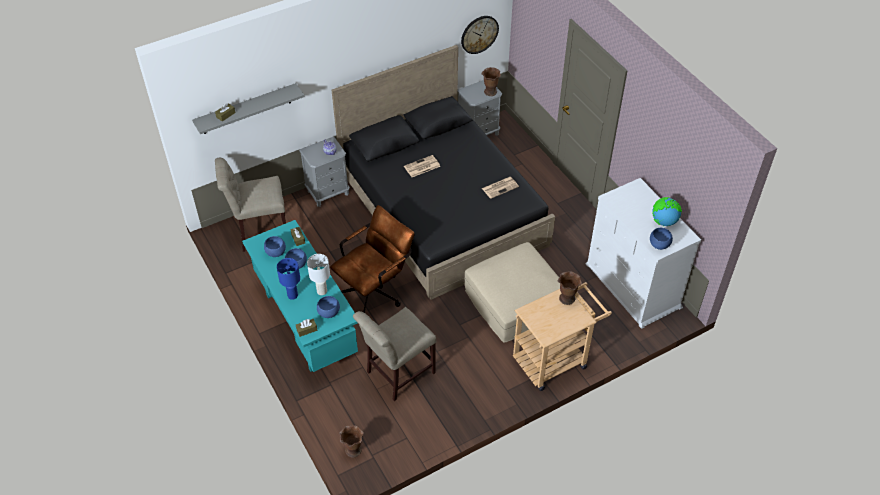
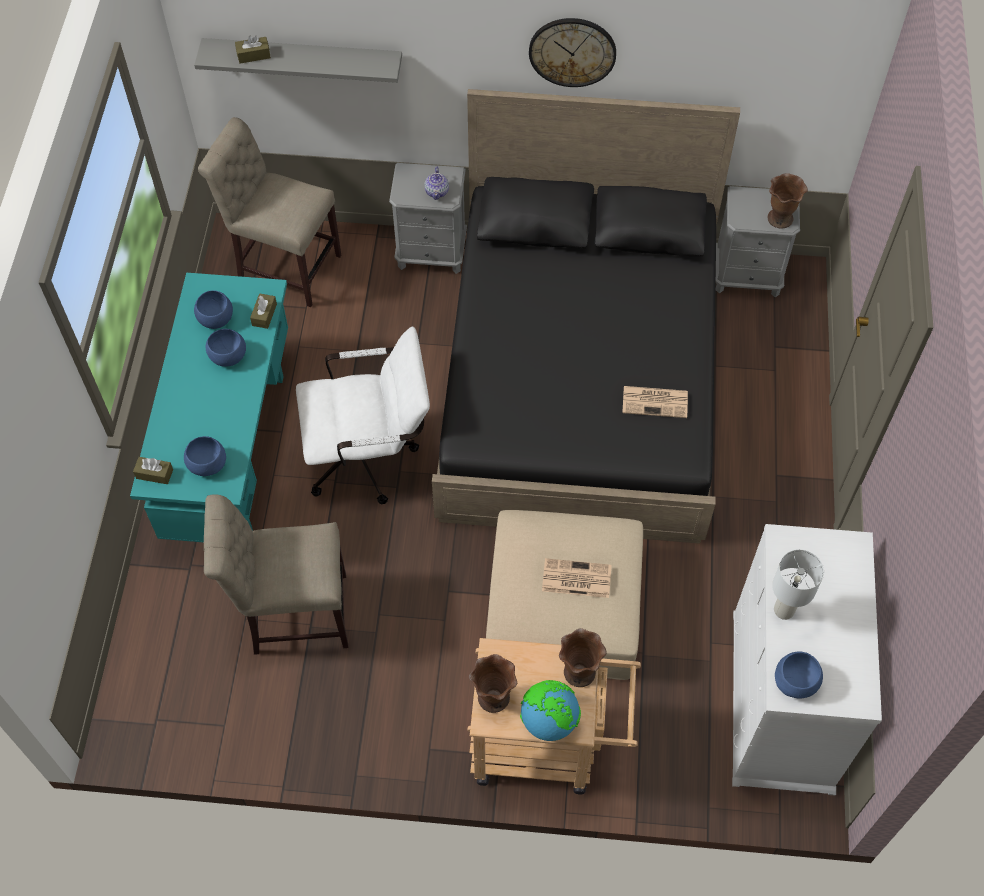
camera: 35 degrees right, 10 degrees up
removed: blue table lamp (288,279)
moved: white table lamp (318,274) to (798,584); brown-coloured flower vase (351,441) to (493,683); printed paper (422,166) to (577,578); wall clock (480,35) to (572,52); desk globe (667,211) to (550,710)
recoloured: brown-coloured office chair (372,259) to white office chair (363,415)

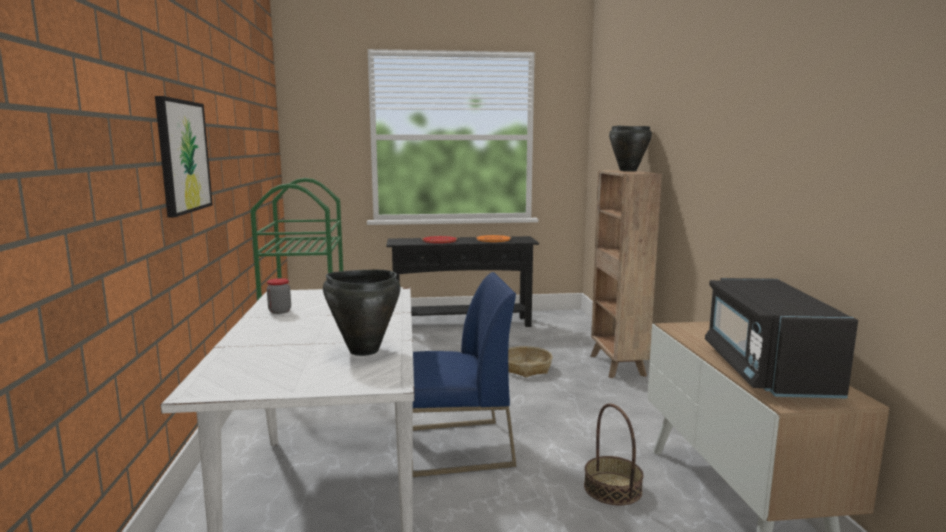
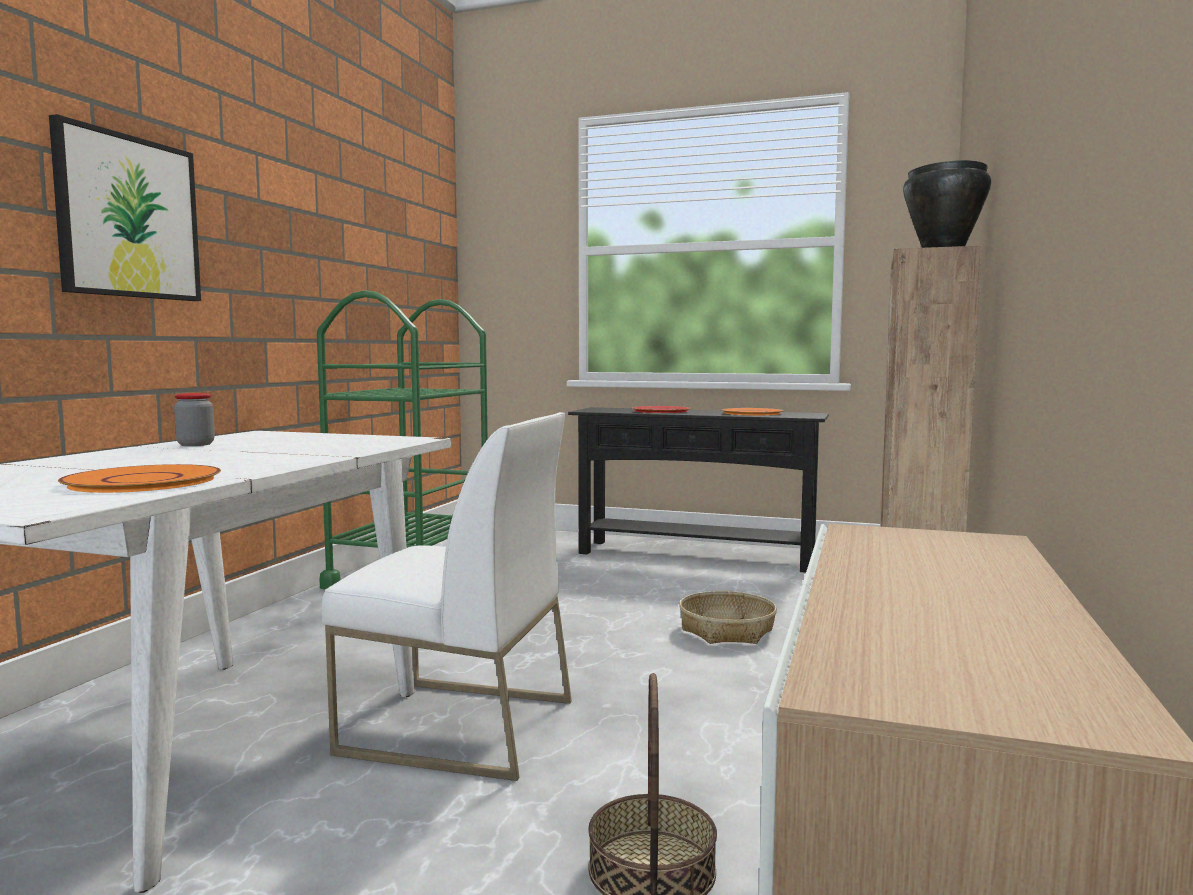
camera: 25 degrees right, 5 degrees down
removed: black-coloured microwave oven (781,338)
replaced: black-coloured stockpot (362,313) to orange-coloured flat dish (139,478)
recoloured: blue chair (464,374) to white chair (447,596)

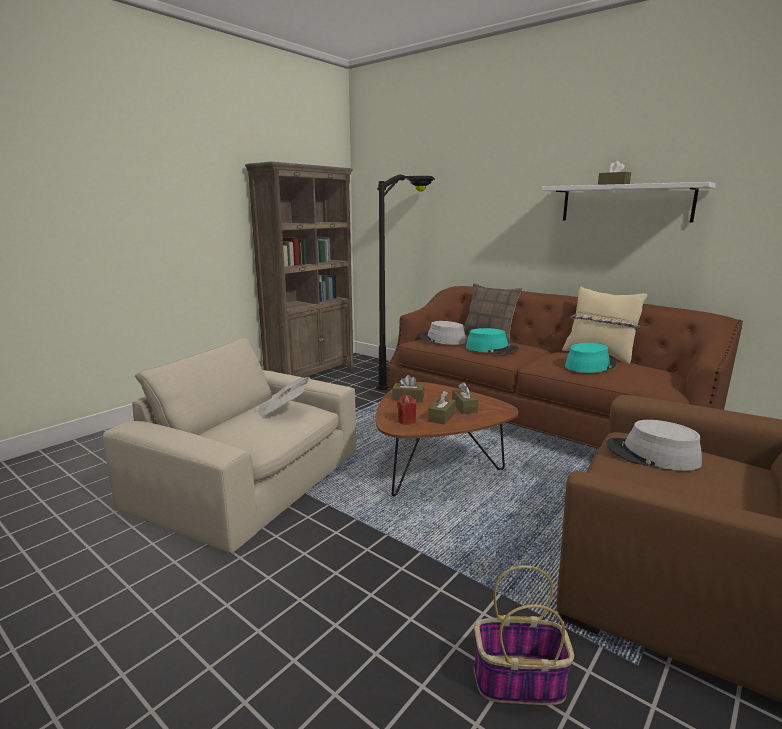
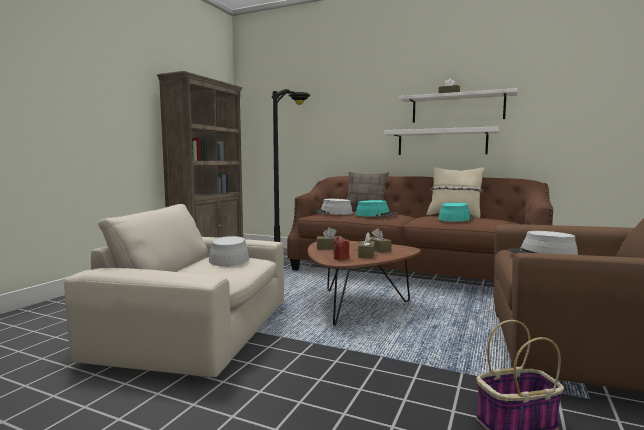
camera: 15 degrees left, 10 degrees down
added: white bracket shelf (441,140)
replaced: printed paper (283,396) to grey hat (229,251)

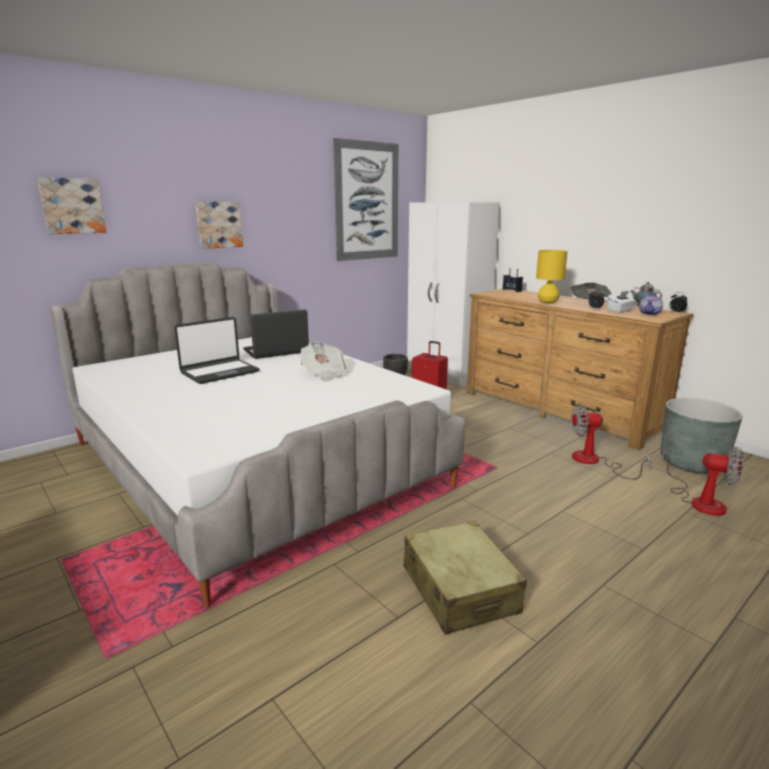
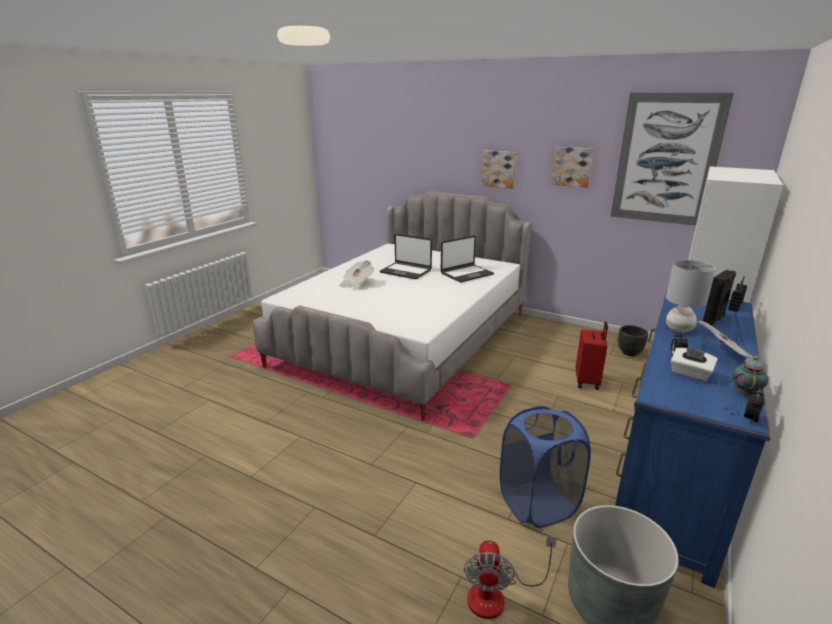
camera: 70 degrees right, 5 degrees up
removed: beige-coloured piece of luggage (465,578); tea pot (651,304)
added: black-coloured loudspeaker (719,297)
moved: picture (71,205) to (572,167); printed paper (323,362) to (356,274)
replaced: cooling fan (611,442) to blue laundry basket (545,467)
recoloured: brown-coloured chest of drawers (580,369) to blue chest of drawers (693,439); yellow table lamp (552,276) to grey table lamp (691,296)
turned: laptop (276,334) = (467,259) 105 degrees clockwise

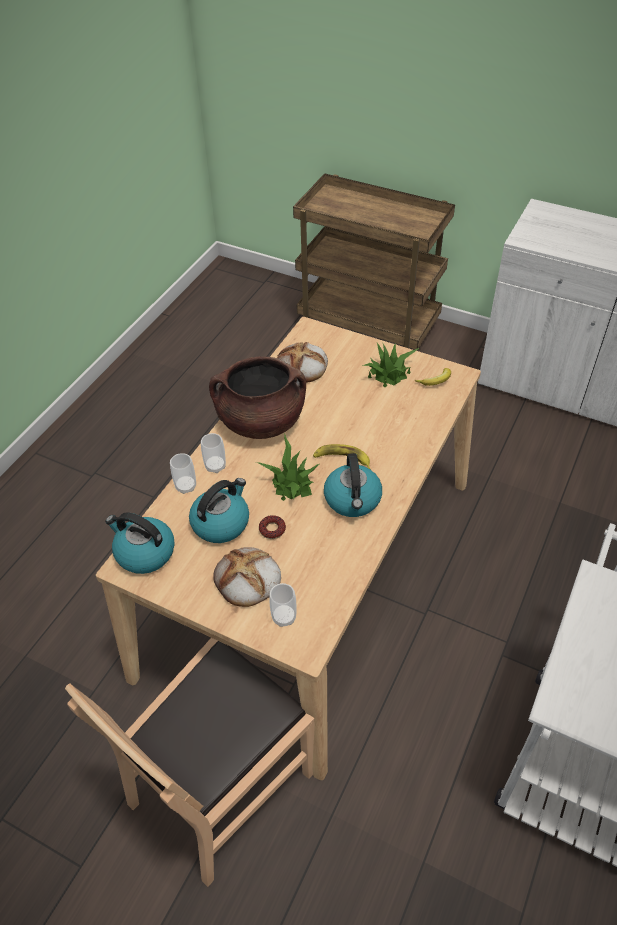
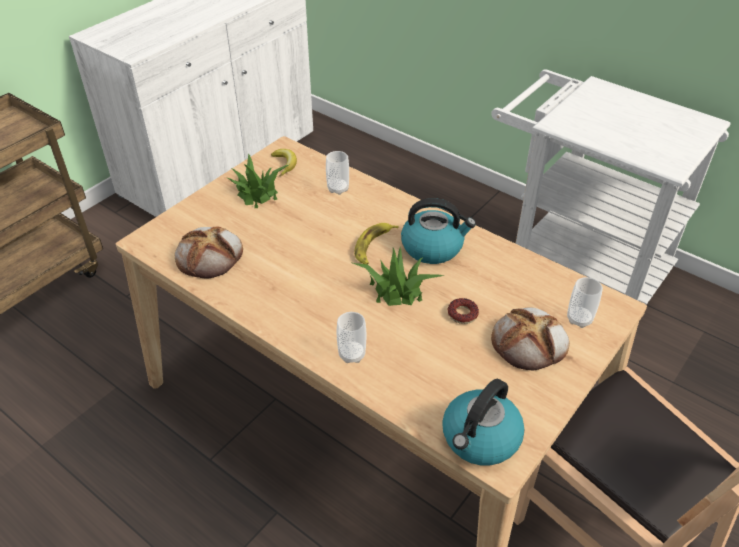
camera: 80 degrees left, 5 degrees down
removed: tea kettle (219,510); brown-coloured stockpot (257,398)
moved: drinking cup (183,473) to (337,173)

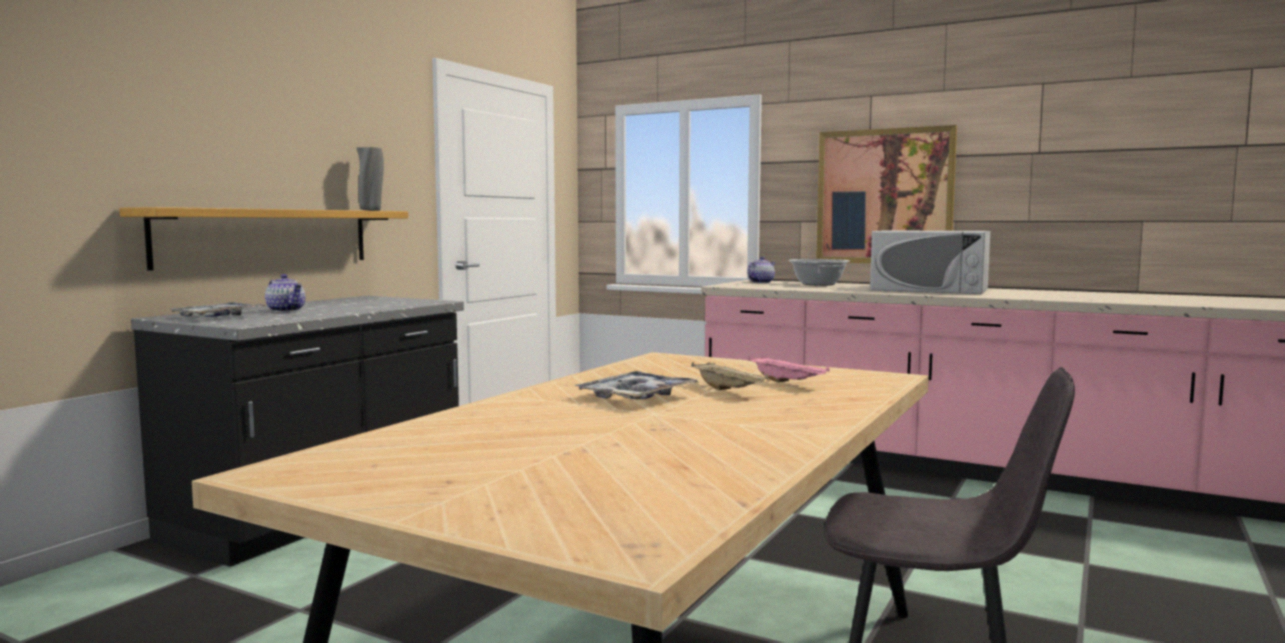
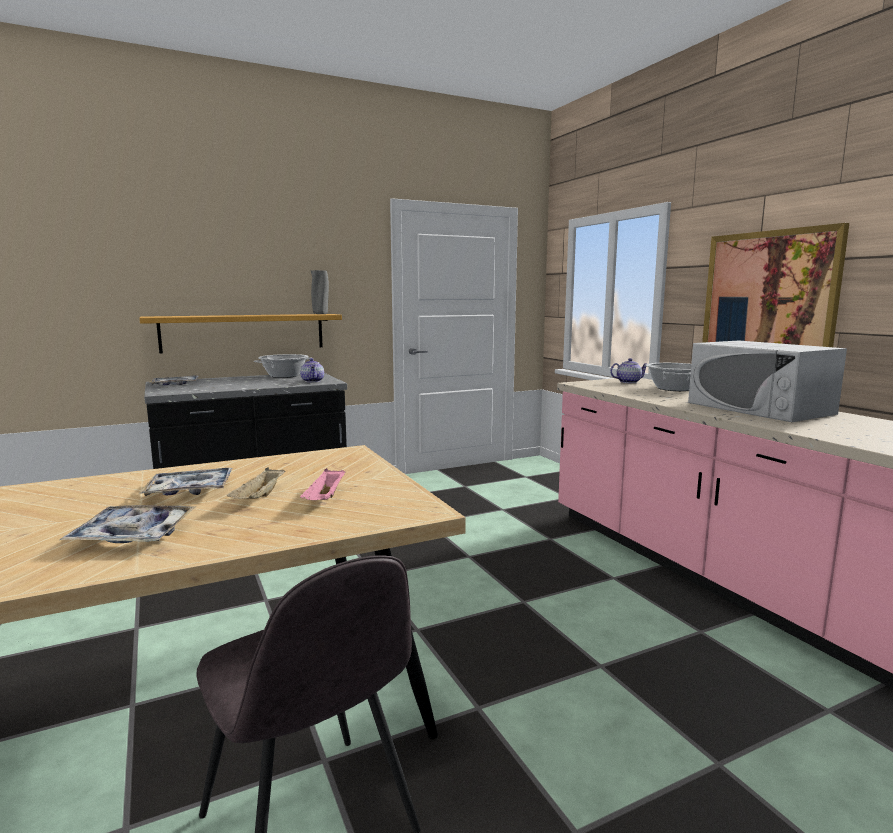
camera: 35 degrees right, 5 degrees up
added: tray (128,524); stockpot (282,366)
moved: tea pot (285,293) to (312,370)

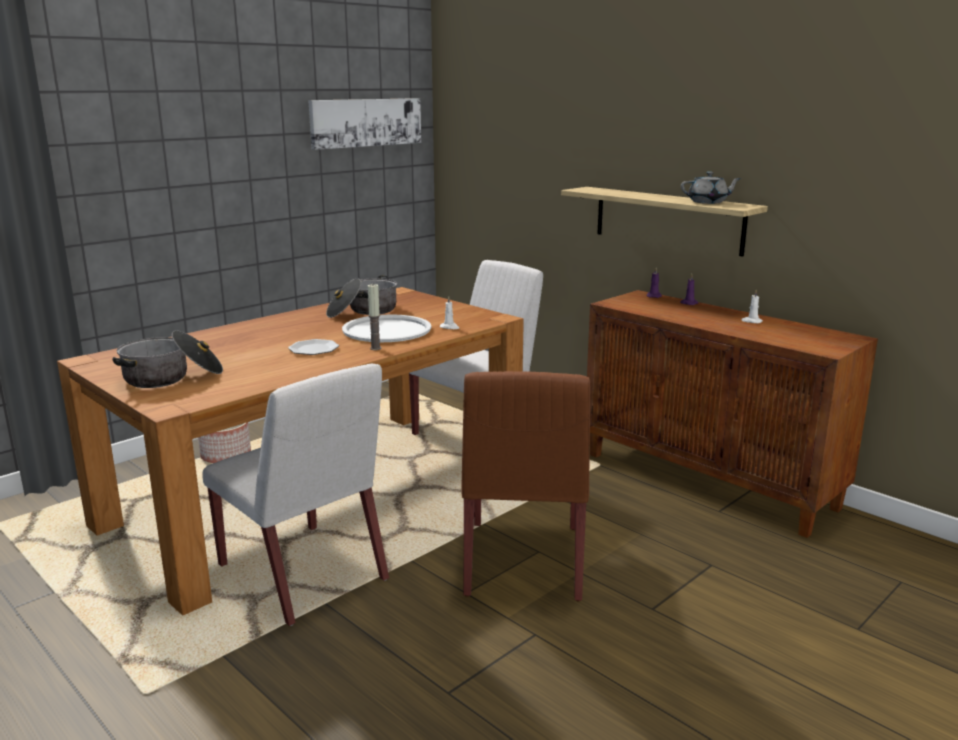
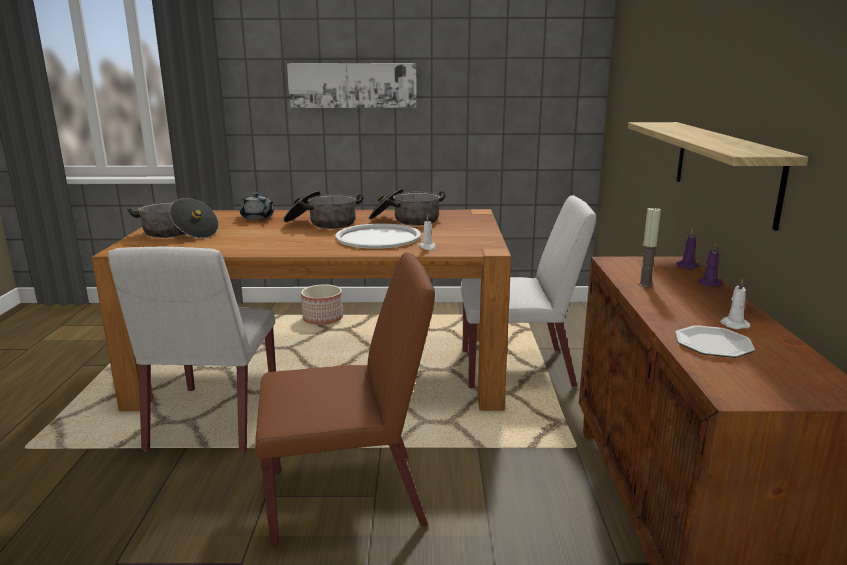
camera: 45 degrees right, 0 degrees up
added: stockpot (323,210)
moved: flat dish (313,347) to (715,341); picture (364,124) to (352,85); wax candle (374,317) to (649,247); grey tea pot (711,188) to (257,206)
turned: brown-coloured chair (525,486) = (345,399) 150 degrees counterclockwise

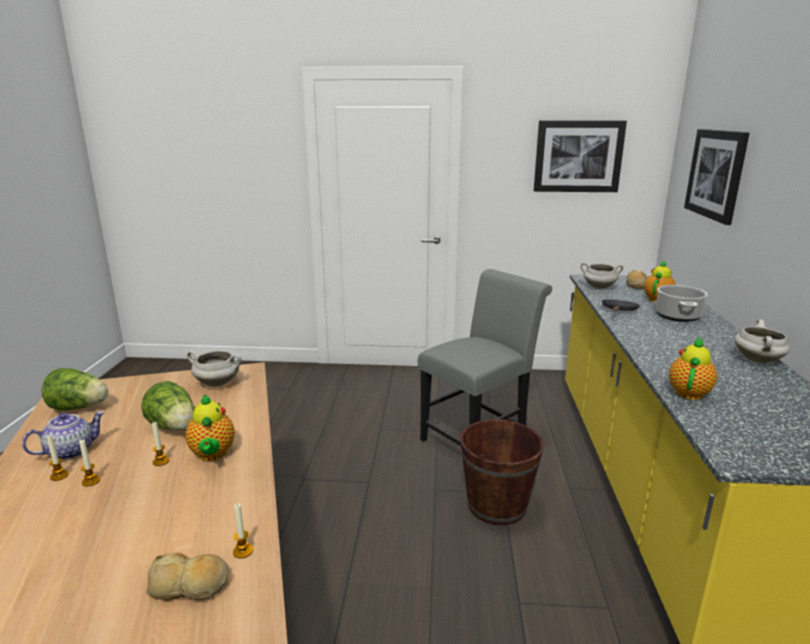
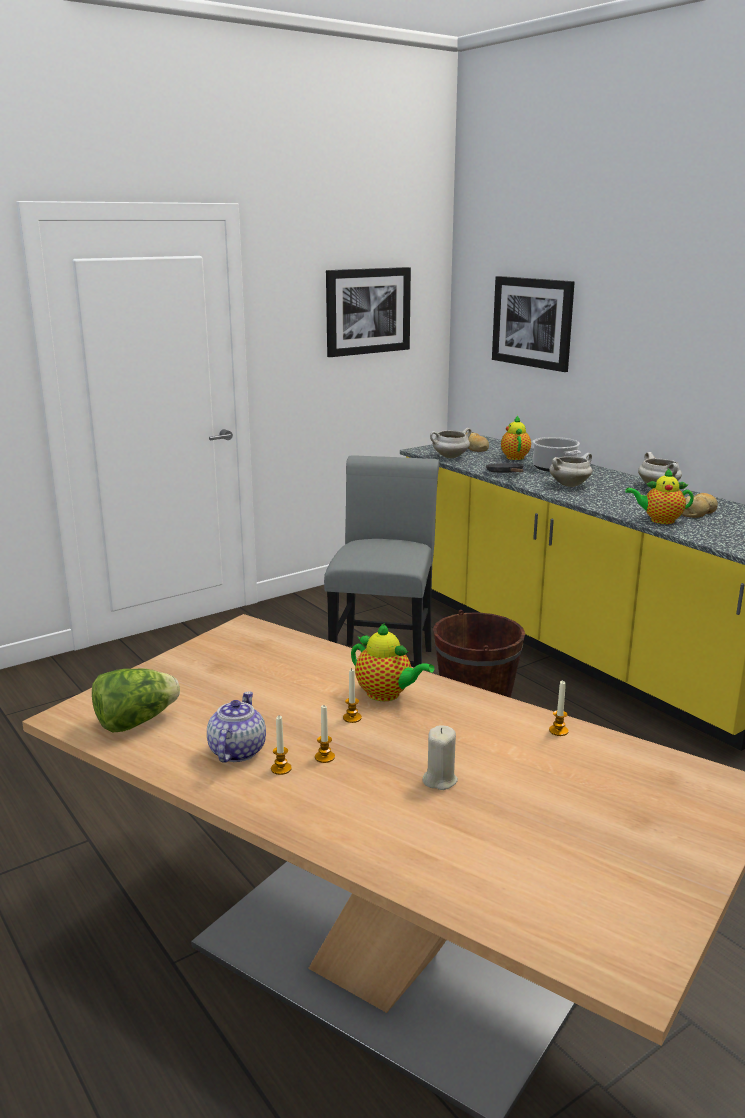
camera: 40 degrees left, 0 degrees up
removed: lettuce head (167,406)
added: beige-coloured wax candle (440,758)
moved: baked bread (187,576) to (700,505); white stockpot (214,368) to (570,470)
turned: tea pot (693,368) = (659,496) 75 degrees counterclockwise

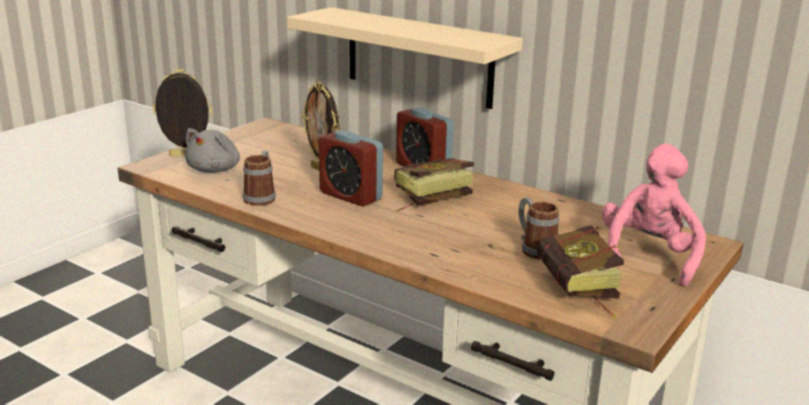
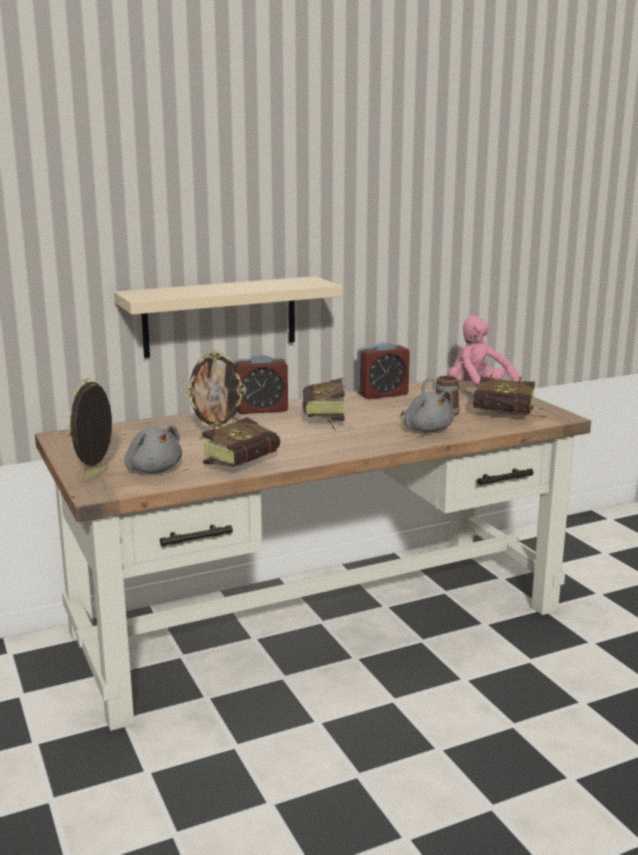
camera: 60 degrees left, 5 degrees down
added: grey plush toy (427,411)
moved: table clock (351,168) to (383,370)
replaced: coffee mug (259,178) to volume (241,442)

